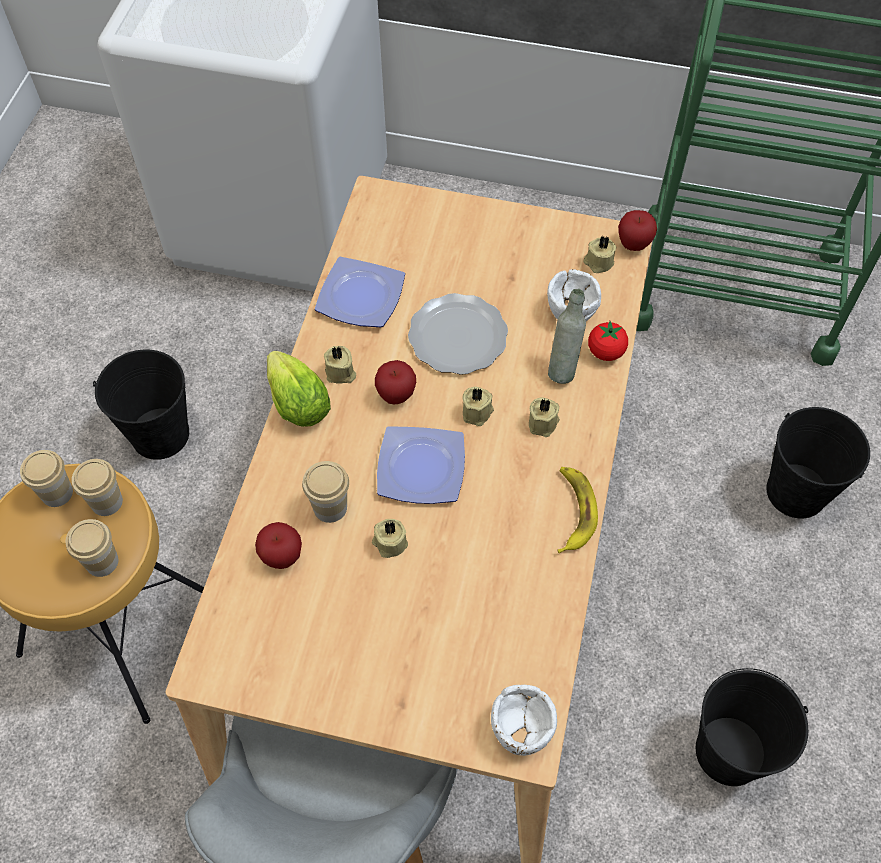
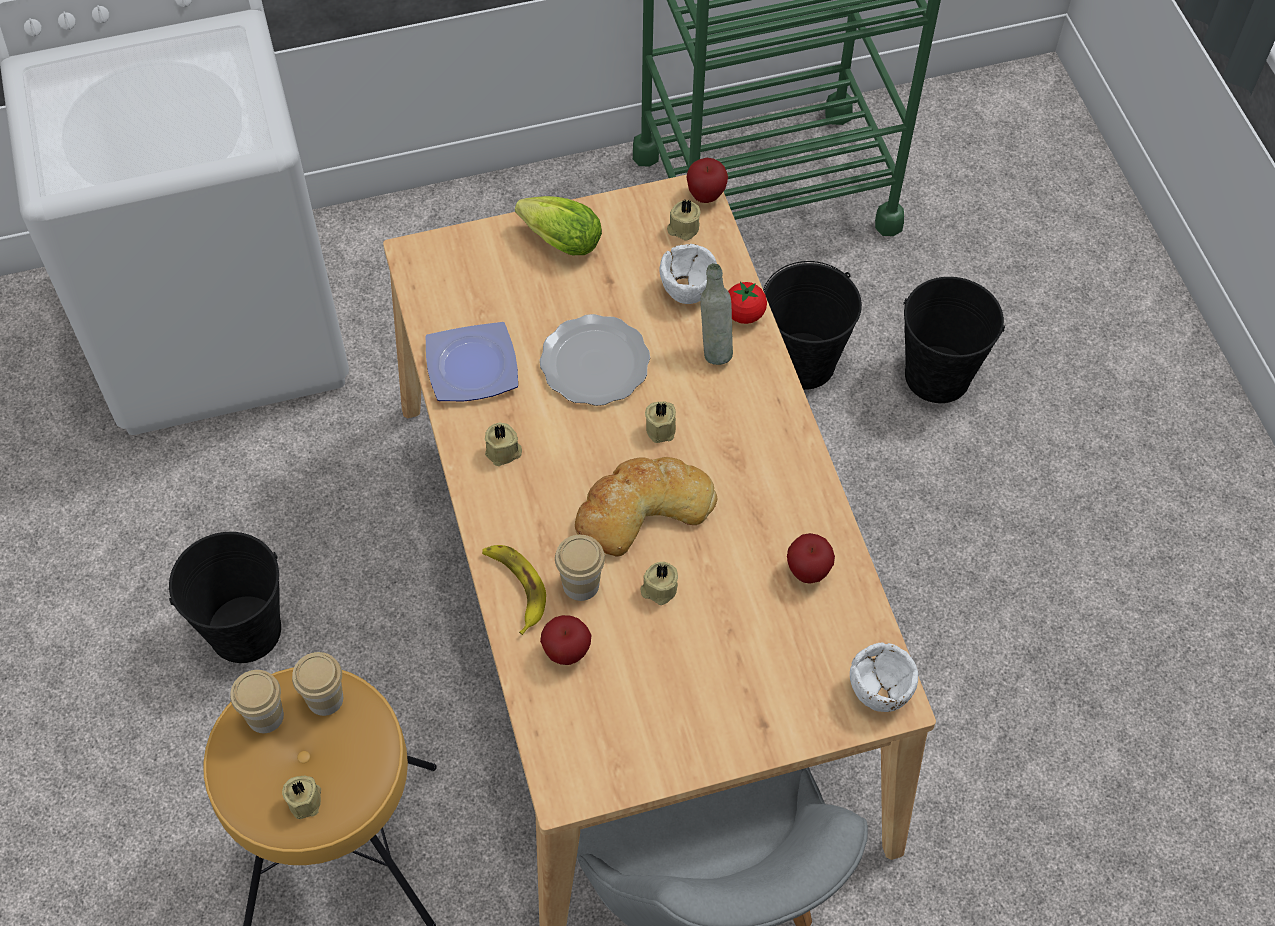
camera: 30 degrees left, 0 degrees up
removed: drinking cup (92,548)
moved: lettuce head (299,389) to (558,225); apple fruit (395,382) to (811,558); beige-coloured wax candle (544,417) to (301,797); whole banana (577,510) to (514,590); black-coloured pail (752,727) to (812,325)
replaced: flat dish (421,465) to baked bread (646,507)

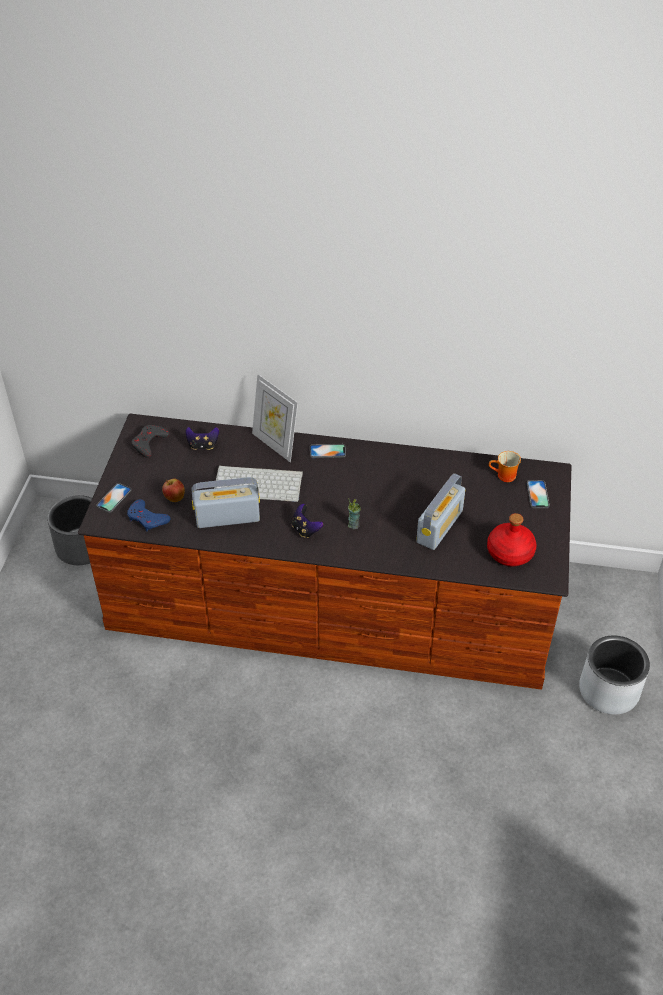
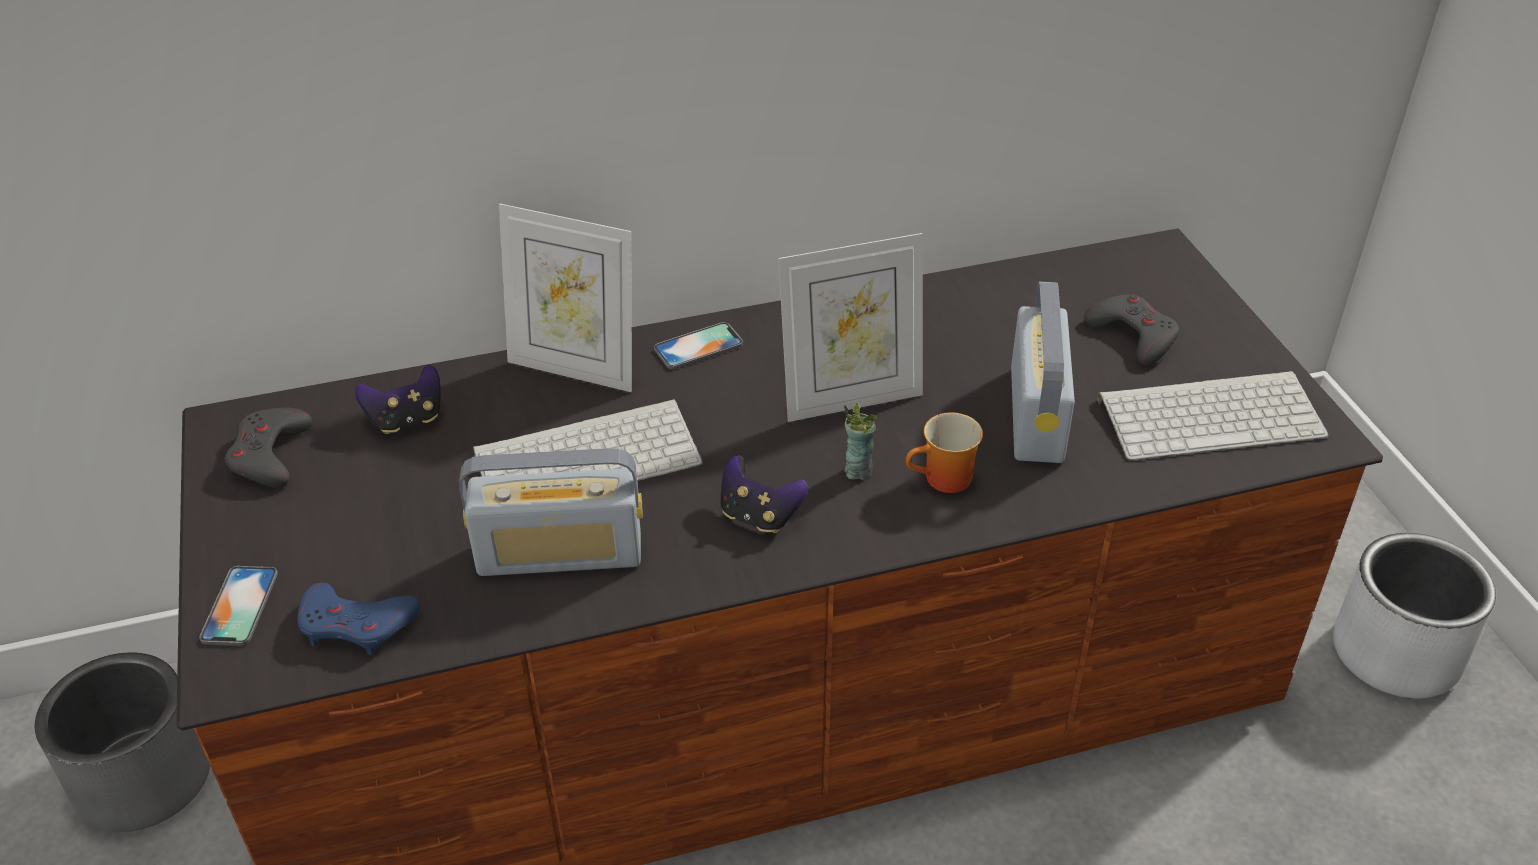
camera: 25 degrees left, 5 degrees down
removed: apple fruit (173,490); phone (538,494)
added: photo frame (850,327); grey gamepad (1131,329)
moved: coffee mug (505,466) to (944,453)
replaced: reddish bottle (512,540) to computer keyboard (1212,416)
turned: radio set (226,502) = (551,512) 150 degrees counterclockwise

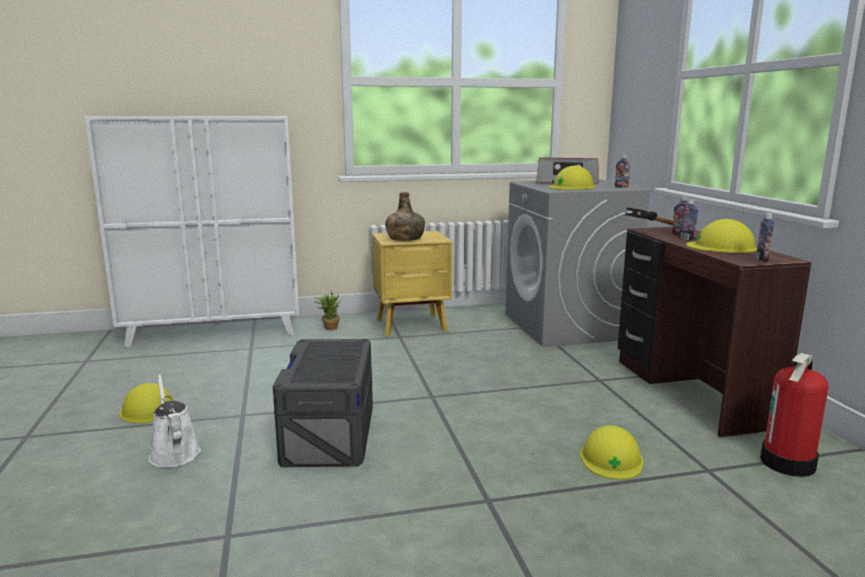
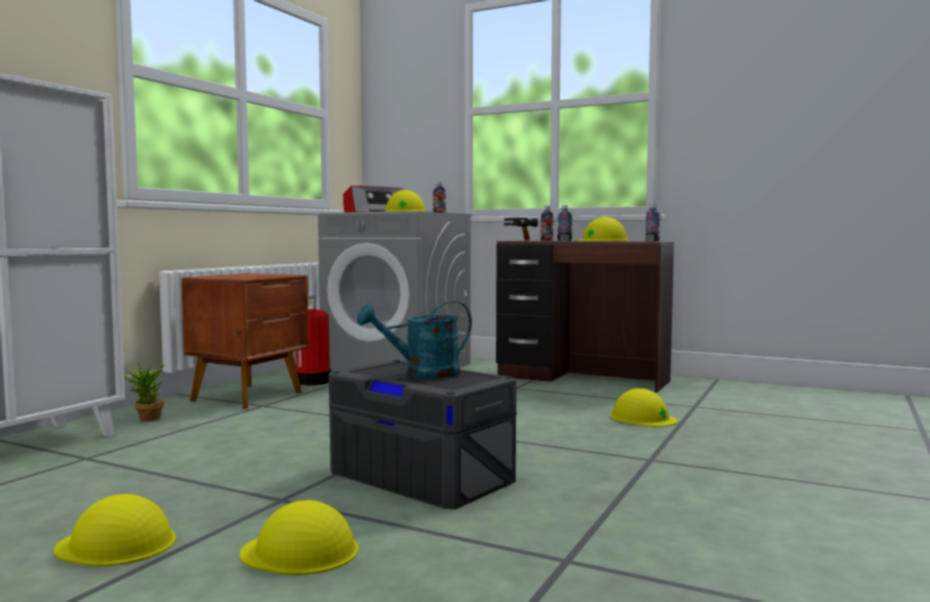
camera: 50 degrees left, 10 degrees down
removed: greenish bottle (405,216)
added: turquoise watering can (414,339)
moved: extinguisher (794,415) to (313,340)
replaced: white watering can (175,420) to yellow hard hat (299,537)
recoloured: yellow night table (412,284) to brown-coloured night table (245,341)

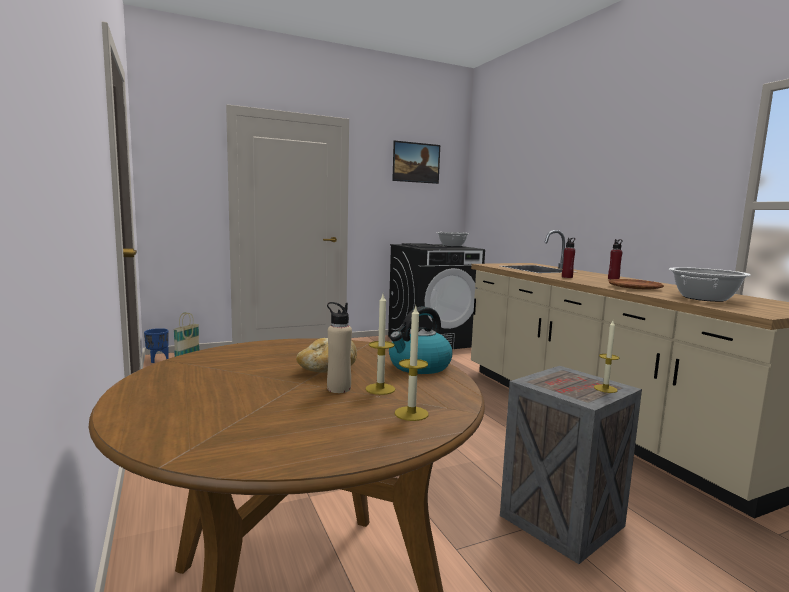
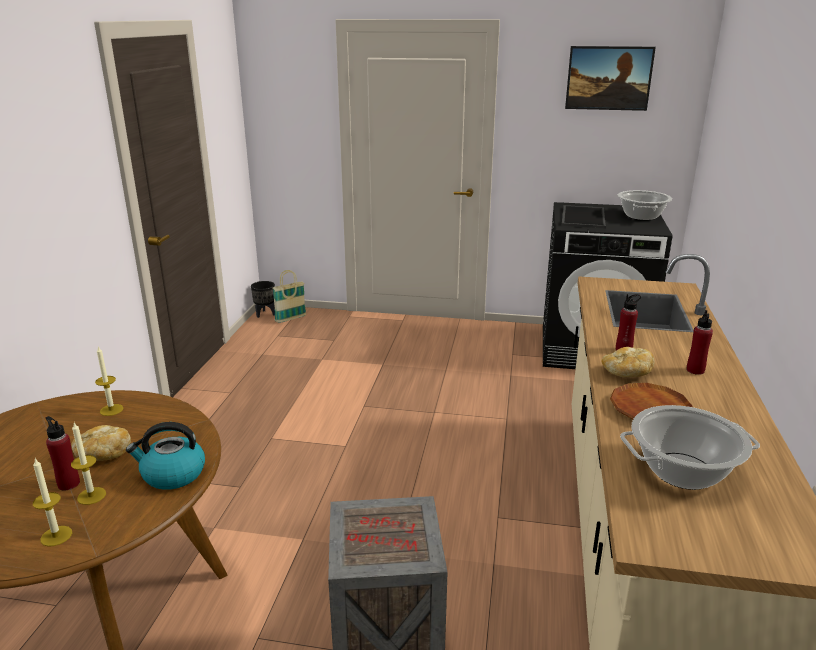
camera: 35 degrees right, 15 degrees up
added: baked bread (628,362)
moved: wax candle (606,357) to (109,381)
recoloured: blue flower pot (156,345) to black-coloured flower pot (263,299); beige-coloured bottle (339,347) to reddish bottle (63,453)

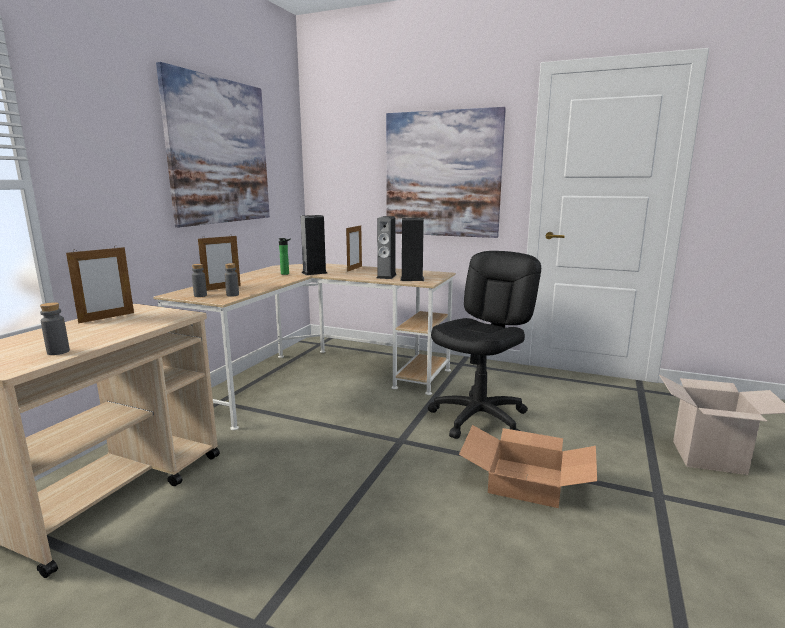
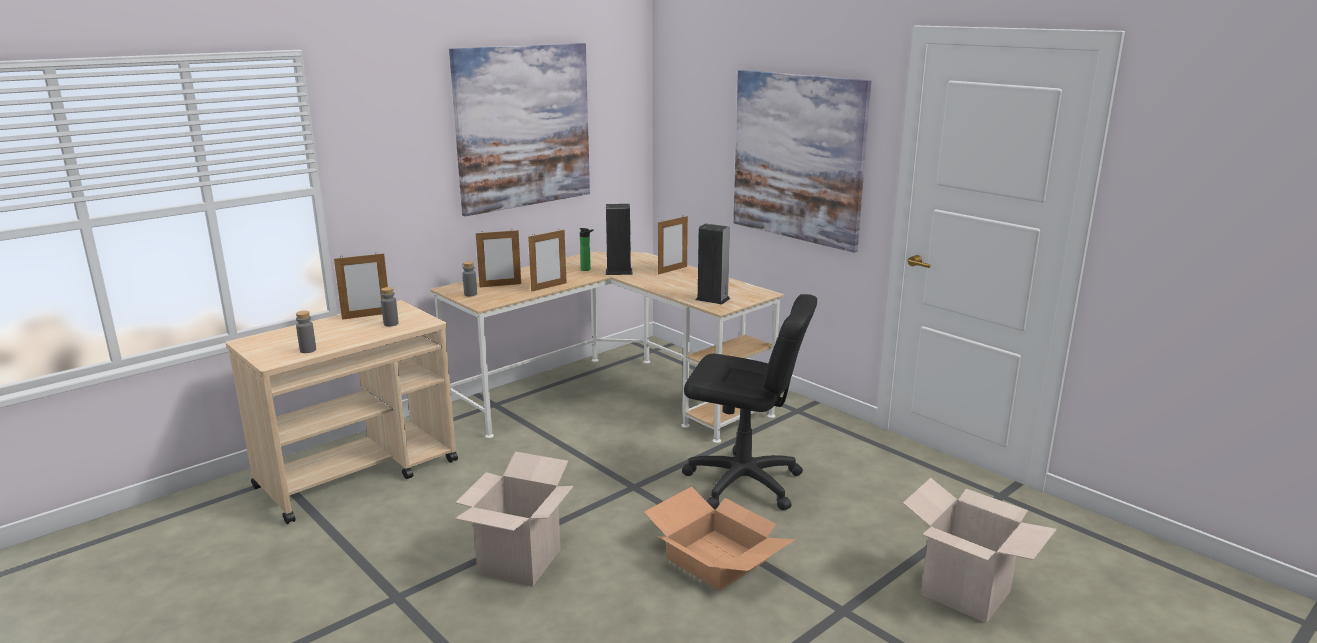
camera: 25 degrees right, 5 degrees up
removed: loudspeaker (387,247)
added: cardboard box (514,519); photo frame (547,261)
moved: grey bottle (231,280) to (390,306)
turned: black-coloured office chair (484,345) = (749,402) 45 degrees clockwise

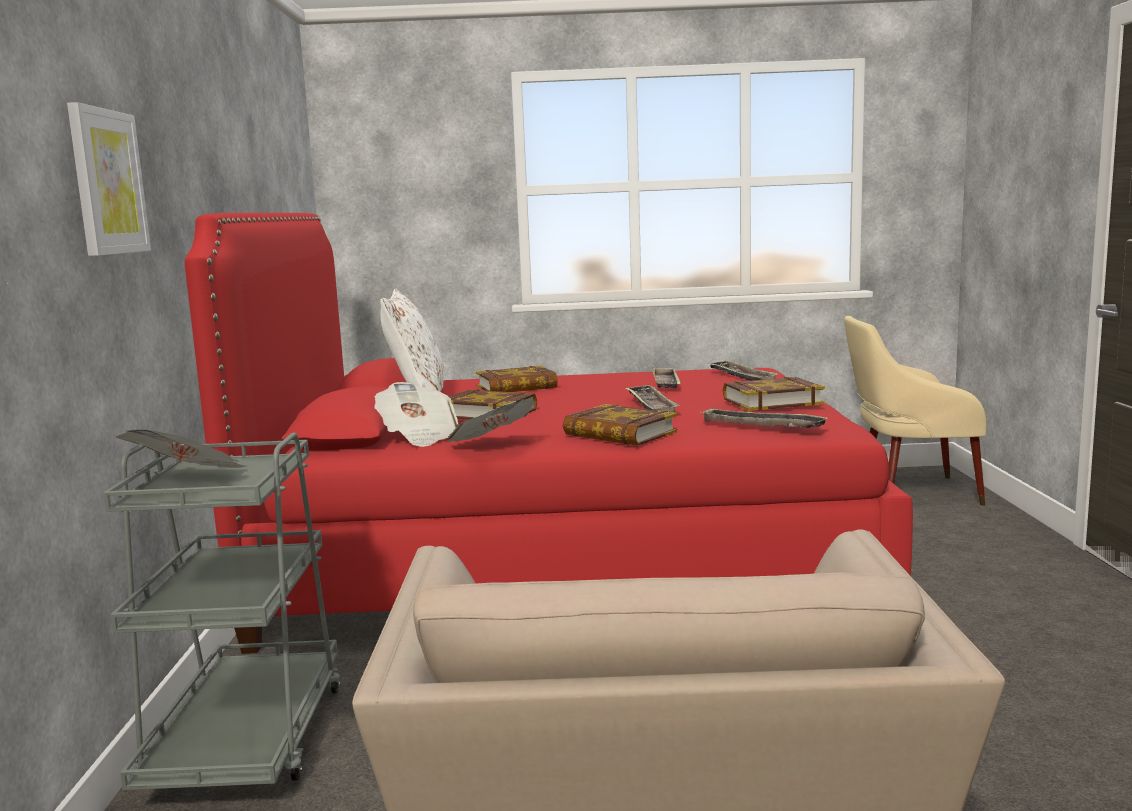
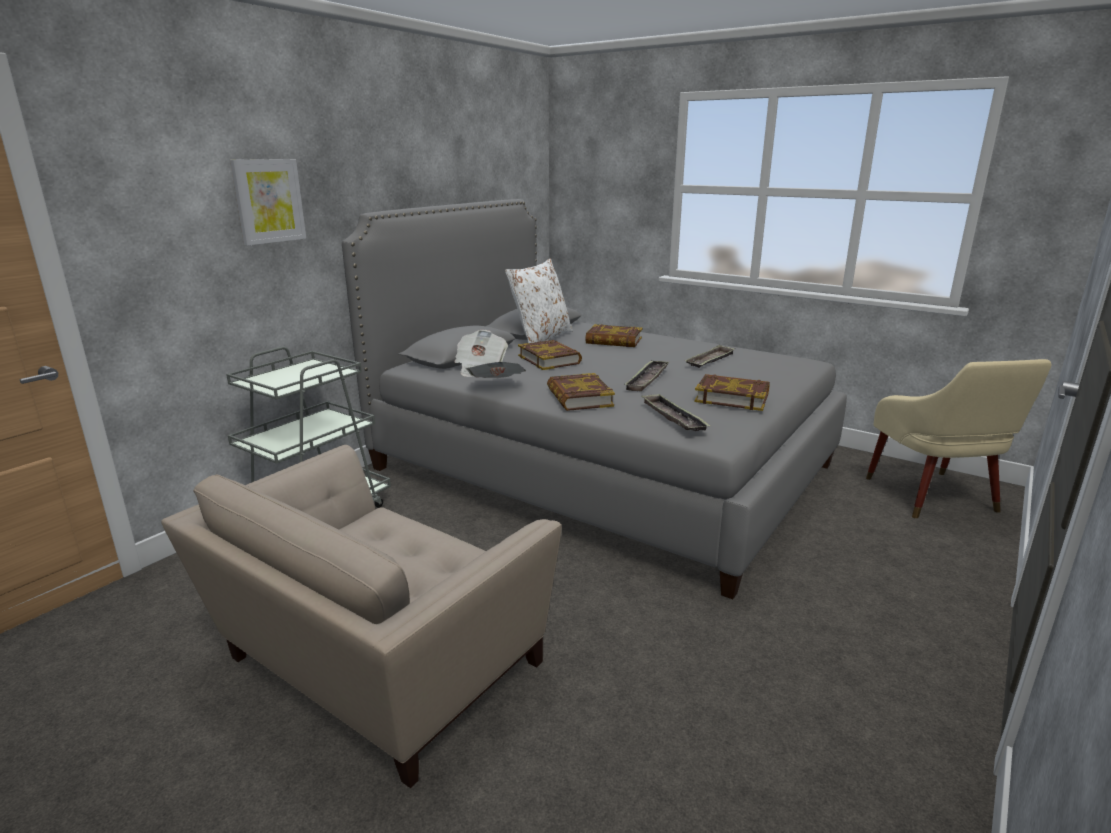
camera: 35 degrees right, 10 degrees up
removed: printed paper (181,448); tray (744,370)
recoloured: reddish bedroom bed (549,433) to grey bedroom bed (594,399)
turned: beige-coloured easy chair (915,411) = (959,438) 135 degrees counterclockwise

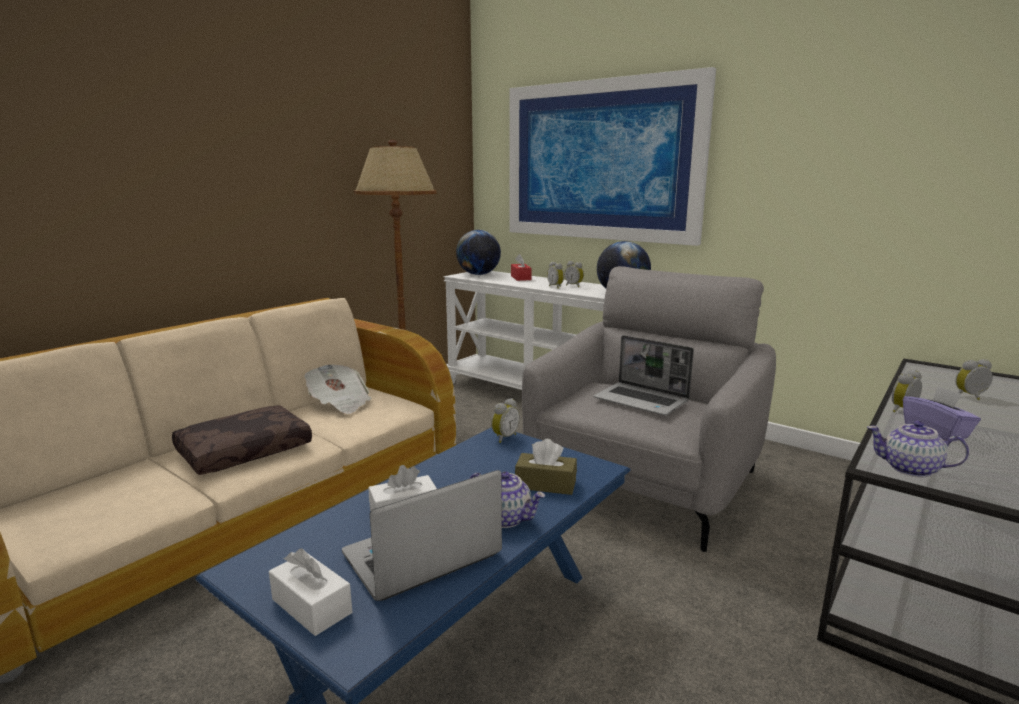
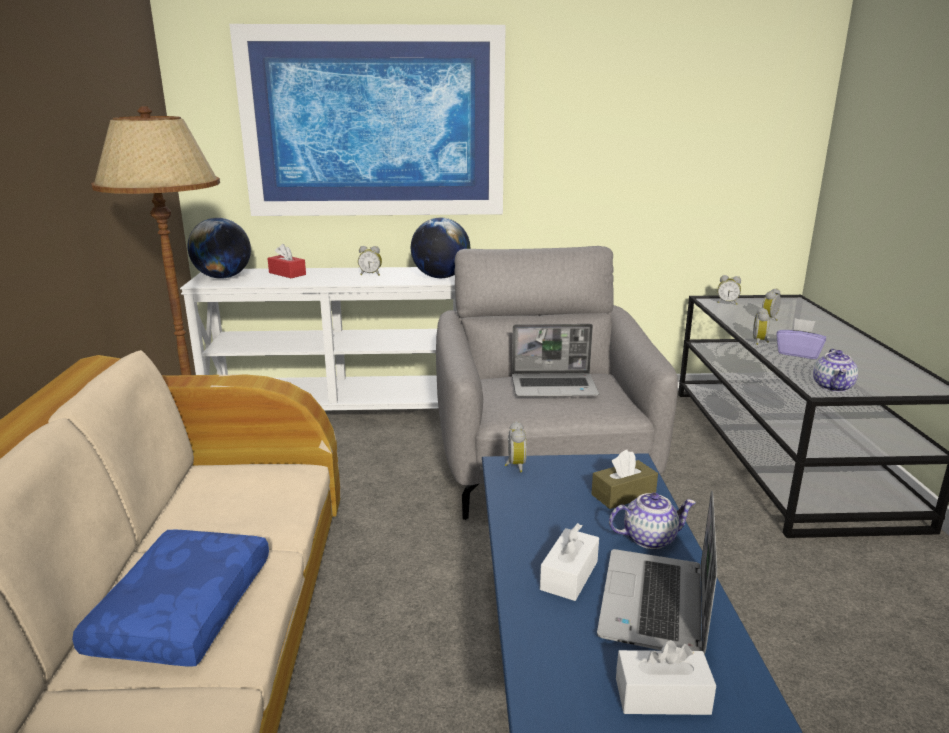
camera: 40 degrees left, 5 degrees up
removed: printed paper (338,389)
moved: table clock (555,275) to (729,290)
recoloured: brown-coloured cushion (242,440) to blue cushion (170,598)
turned: tea pot (918,449) = (835,370) 60 degrees counterclockwise

